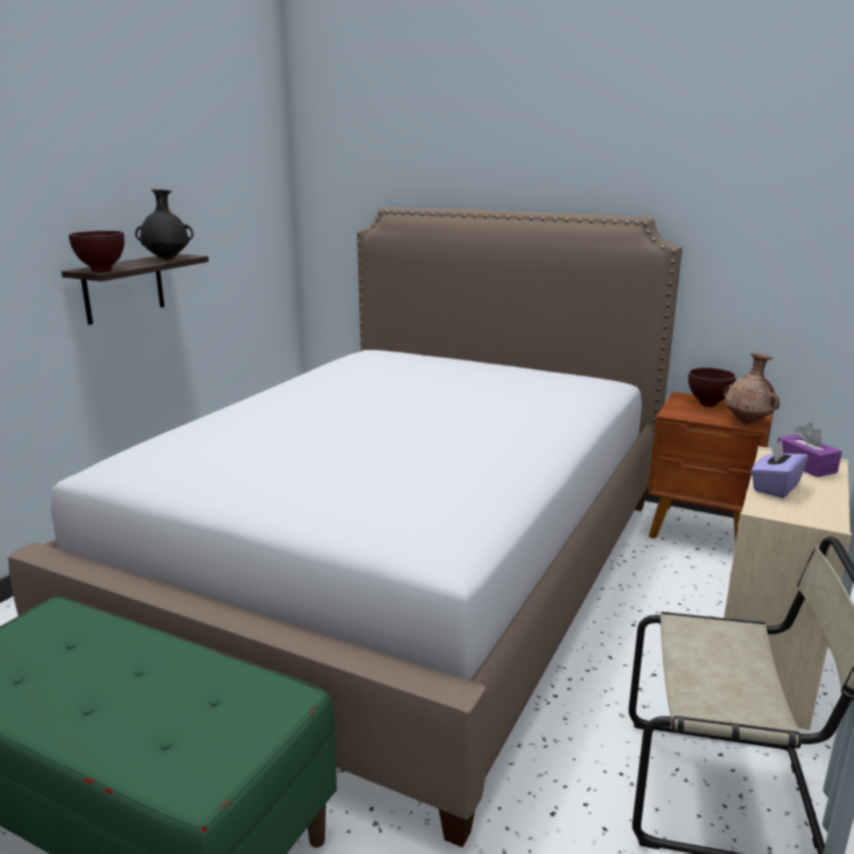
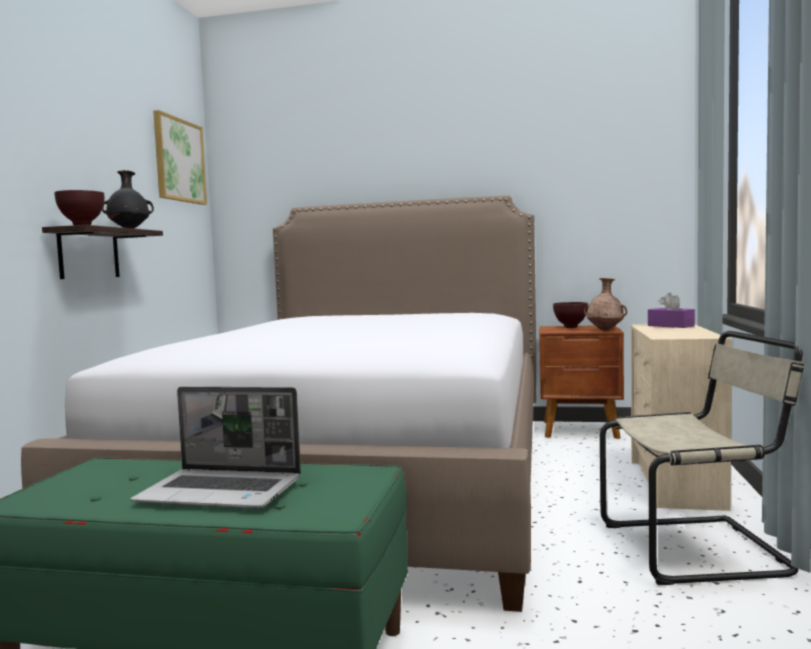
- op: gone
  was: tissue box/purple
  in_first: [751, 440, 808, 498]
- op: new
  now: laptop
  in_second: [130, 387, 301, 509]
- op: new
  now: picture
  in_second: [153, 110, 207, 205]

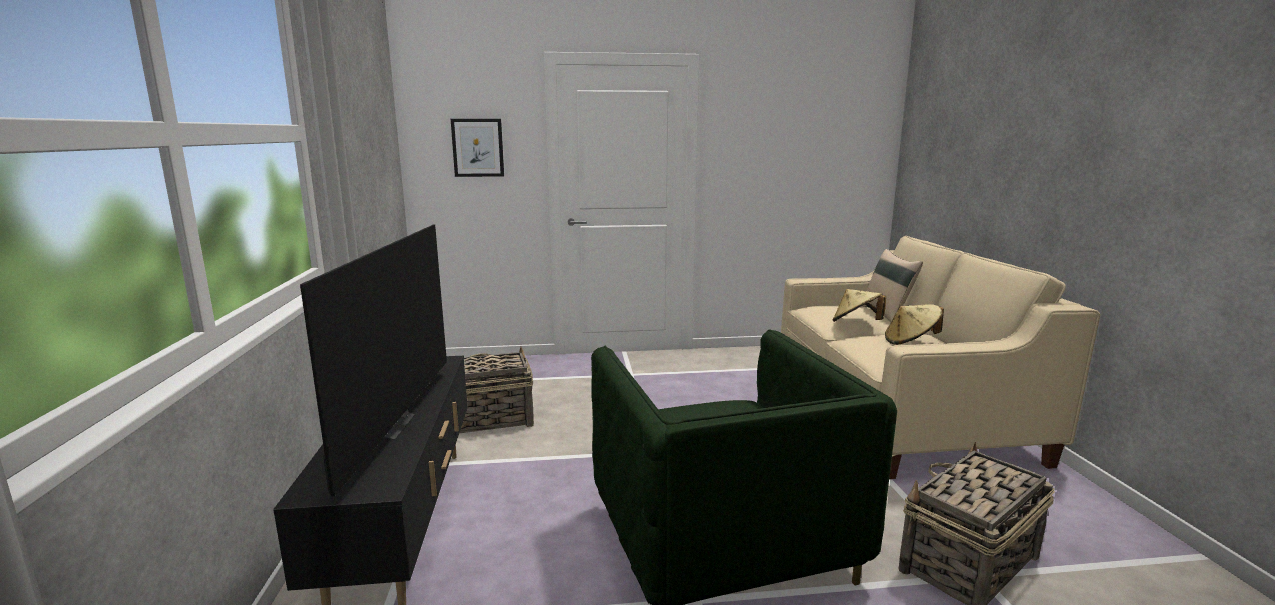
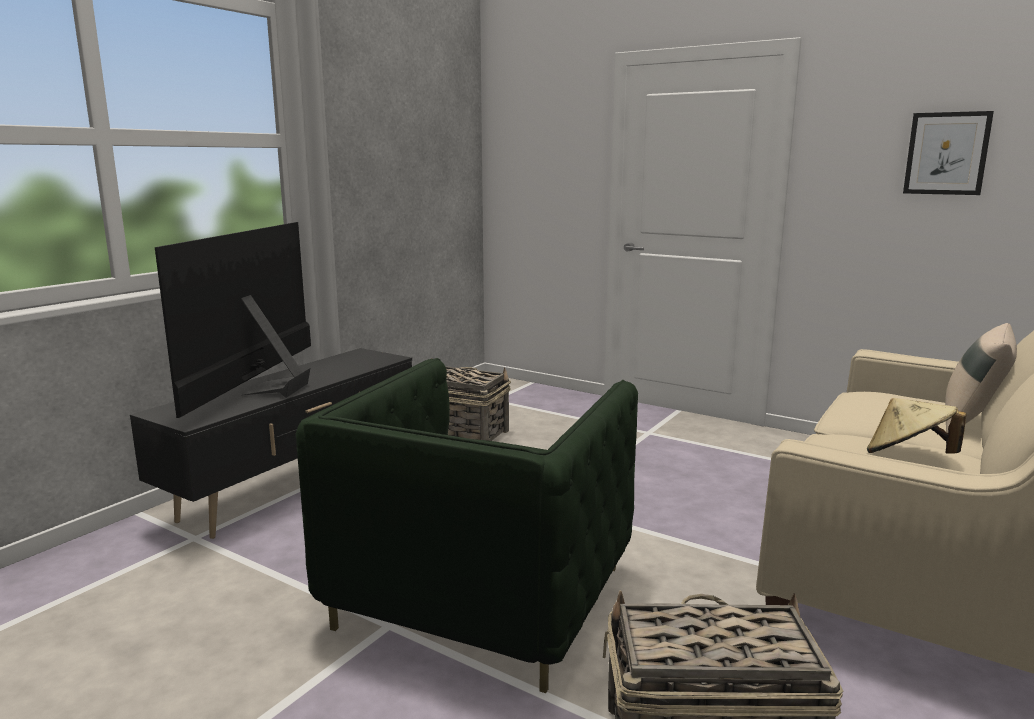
- op: rotated
  was: television
  in_first: [300, 225, 447, 497]
  in_second: [155, 222, 311, 418]
  clockwise: 150
- op: shifted
  was: picture
  in_first: [451, 119, 504, 177]
  in_second: [903, 111, 994, 195]
- op: gone
  was: hat/beige
  in_first: [833, 289, 886, 322]

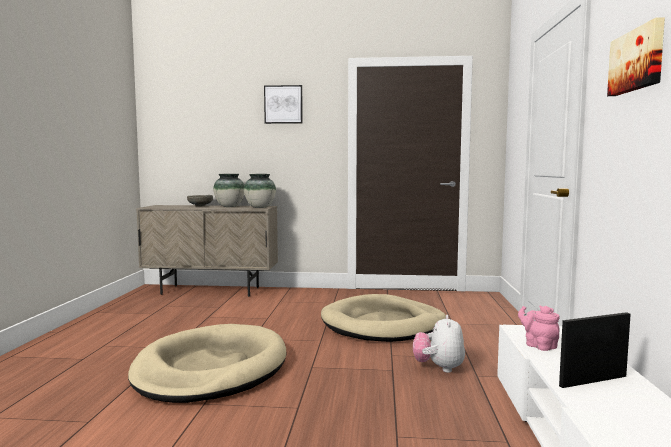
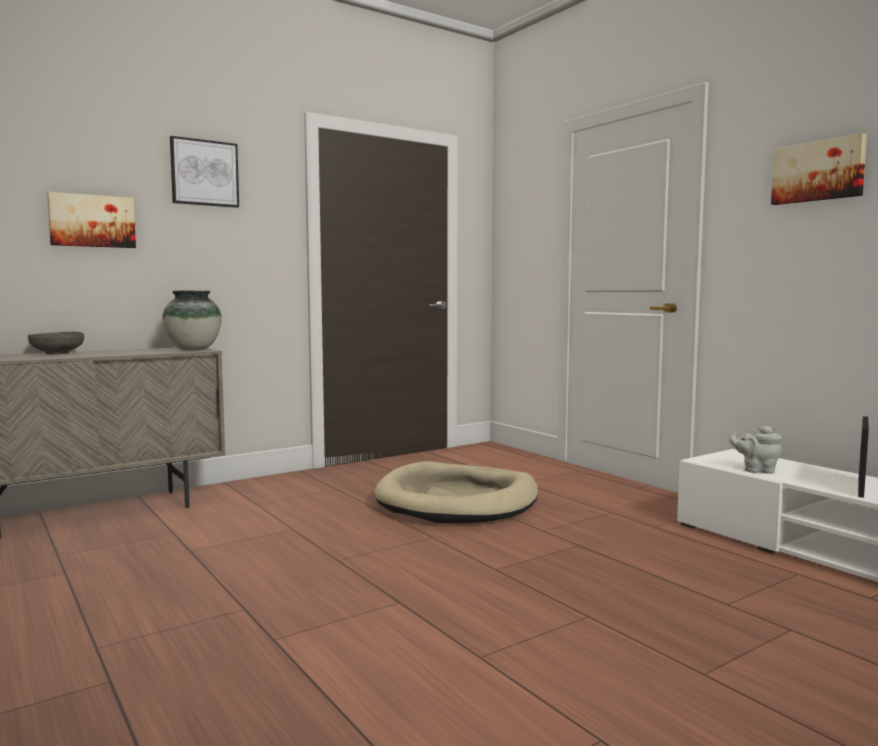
- op: gone
  was: dog bed/beige
  in_first: [128, 324, 286, 403]
- op: gone
  was: vase
  in_first: [213, 174, 244, 207]
- op: gone
  was: plush toy
  in_first: [413, 315, 465, 373]
- op: repainted
  was: teapot/pink
  now: teapot/grey
  in_first: [518, 305, 560, 351]
  in_second: [729, 426, 782, 474]
- op: new
  now: picture
  in_second: [47, 192, 136, 248]

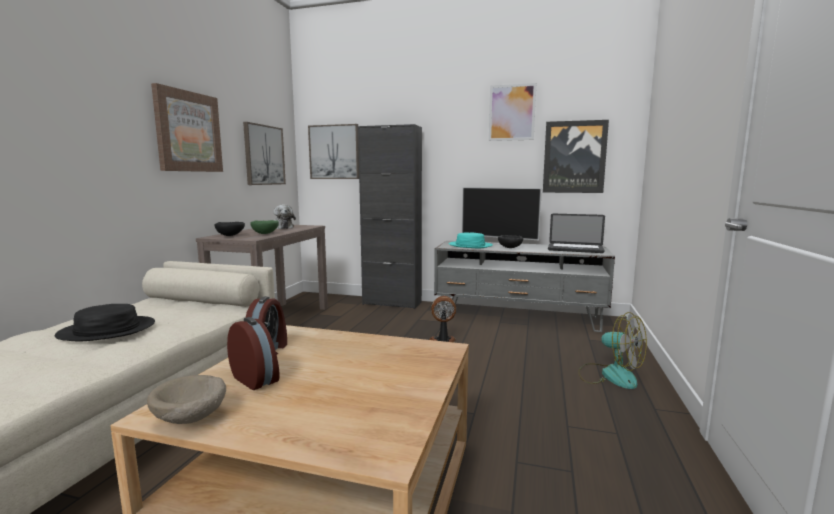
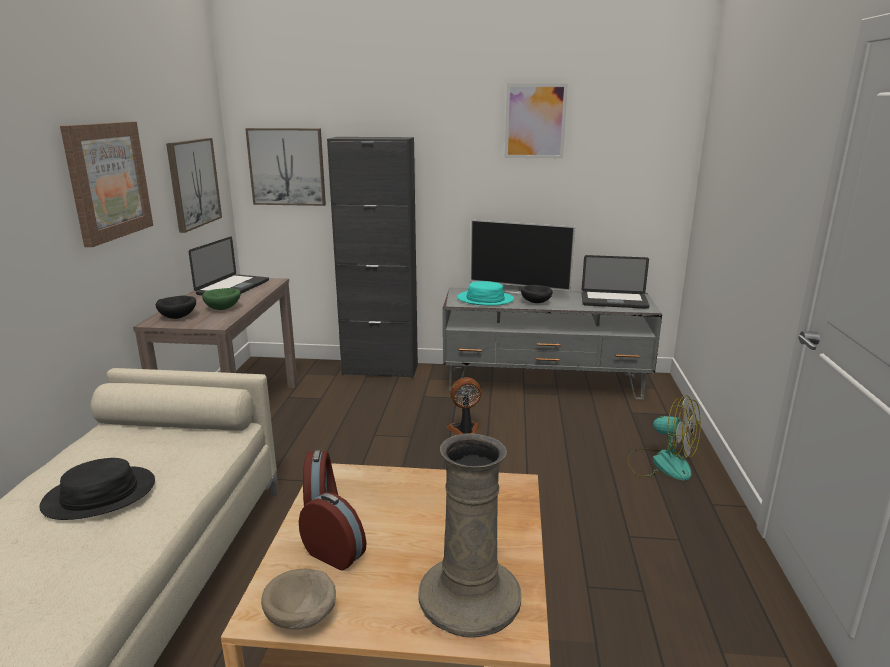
- op: swapped
  was: plush toy
  now: laptop
  in_first: [274, 204, 296, 229]
  in_second: [189, 237, 269, 295]
- op: gone
  was: picture
  in_first: [543, 120, 609, 193]
- op: new
  now: vase/beige
  in_second: [418, 434, 522, 638]

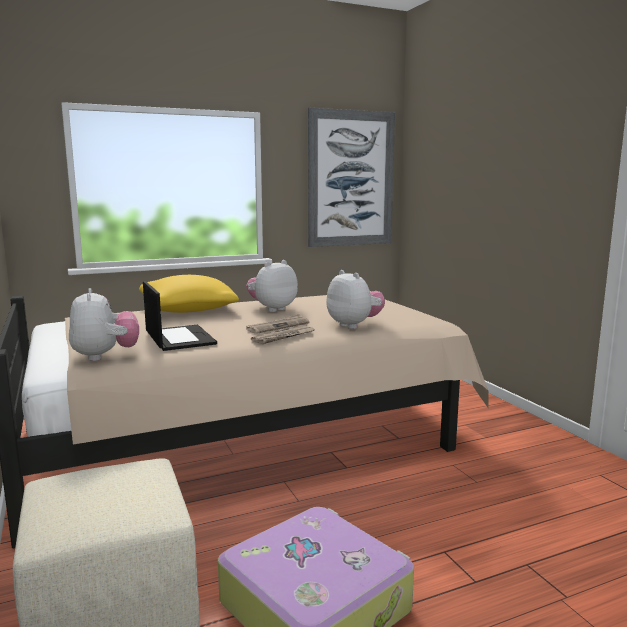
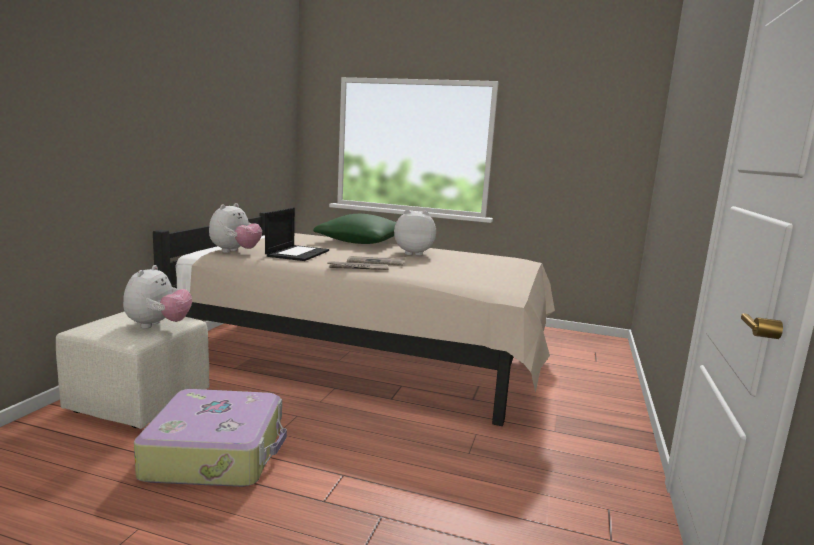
- op: repainted
  was: pillow/yellow
  now: pillow/green
  in_first: [139, 275, 239, 313]
  in_second: [313, 214, 396, 244]
- op: gone
  was: picture
  in_first: [308, 108, 395, 247]
- op: shifted
  was: plush toy
  in_first: [326, 270, 385, 329]
  in_second: [123, 265, 192, 329]

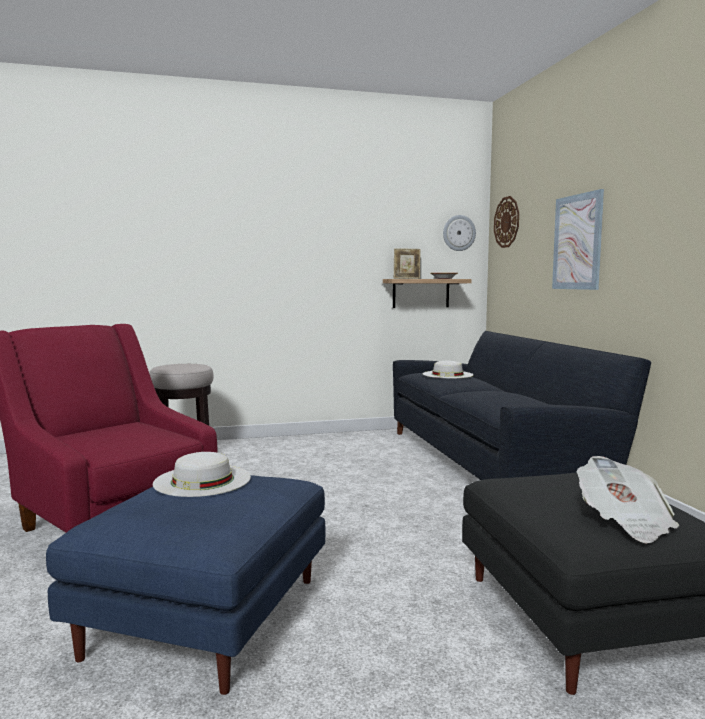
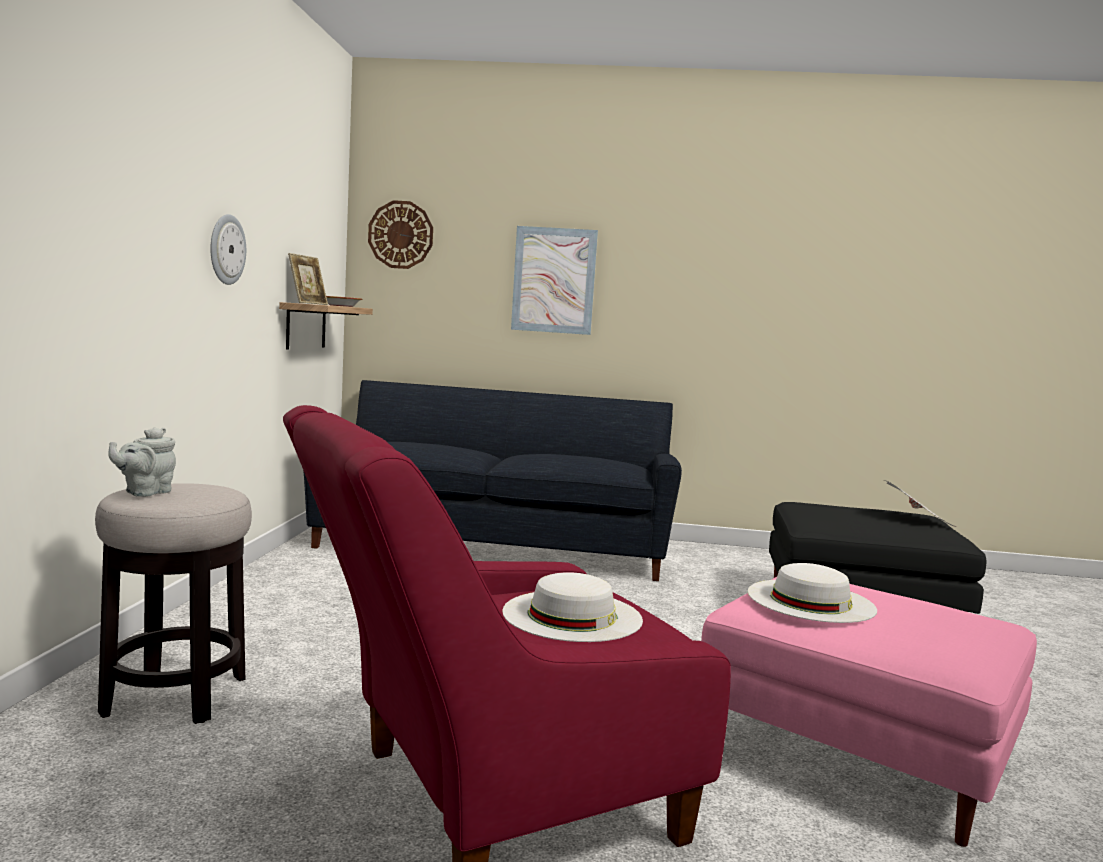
- op: repainted
  was: ottoman/blue
  now: ottoman/pink
  in_first: [46, 475, 325, 695]
  in_second: [701, 577, 1037, 847]
- op: shifted
  was: hat/white
  in_first: [423, 360, 473, 378]
  in_second: [502, 572, 643, 642]
- op: shifted
  was: wall clock
  in_first: [443, 215, 476, 251]
  in_second: [210, 214, 246, 285]
- op: new
  now: teapot/grey
  in_second: [108, 427, 176, 497]

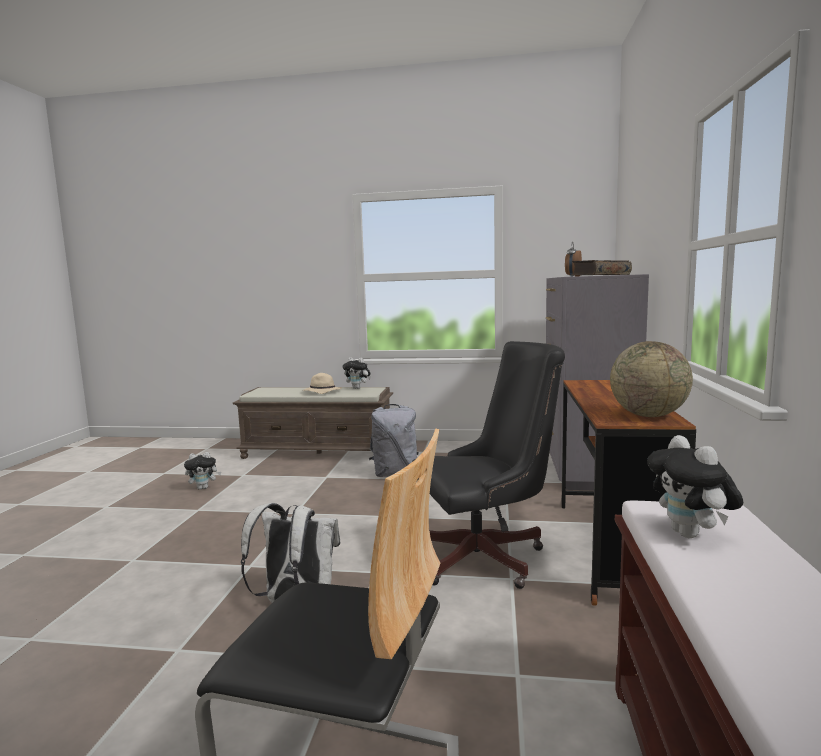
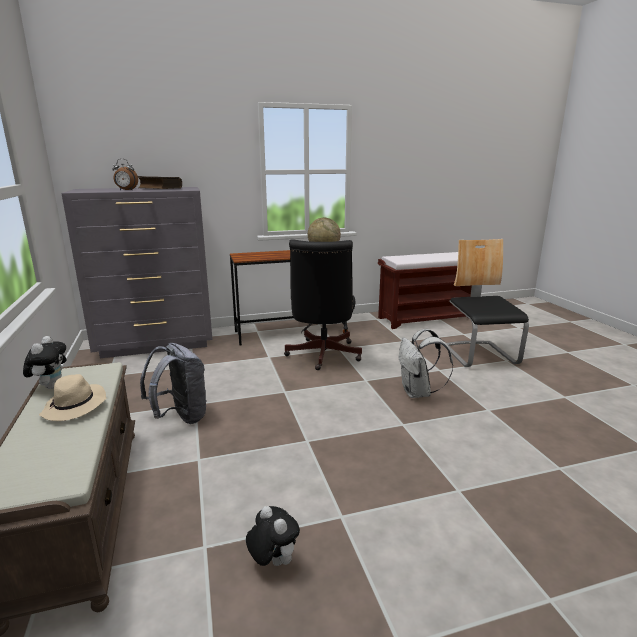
- op: rotated
  was: office chair/black
  in_first: [412, 341, 565, 589]
  in_second: [284, 239, 362, 370]
  clockwise: -135
- op: gone
  was: plush toy
  in_first: [647, 435, 743, 538]

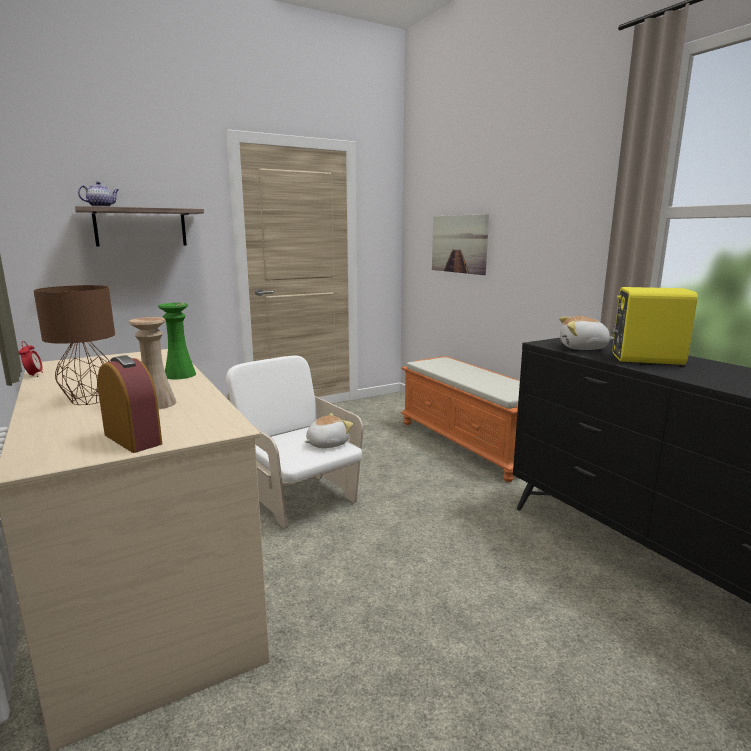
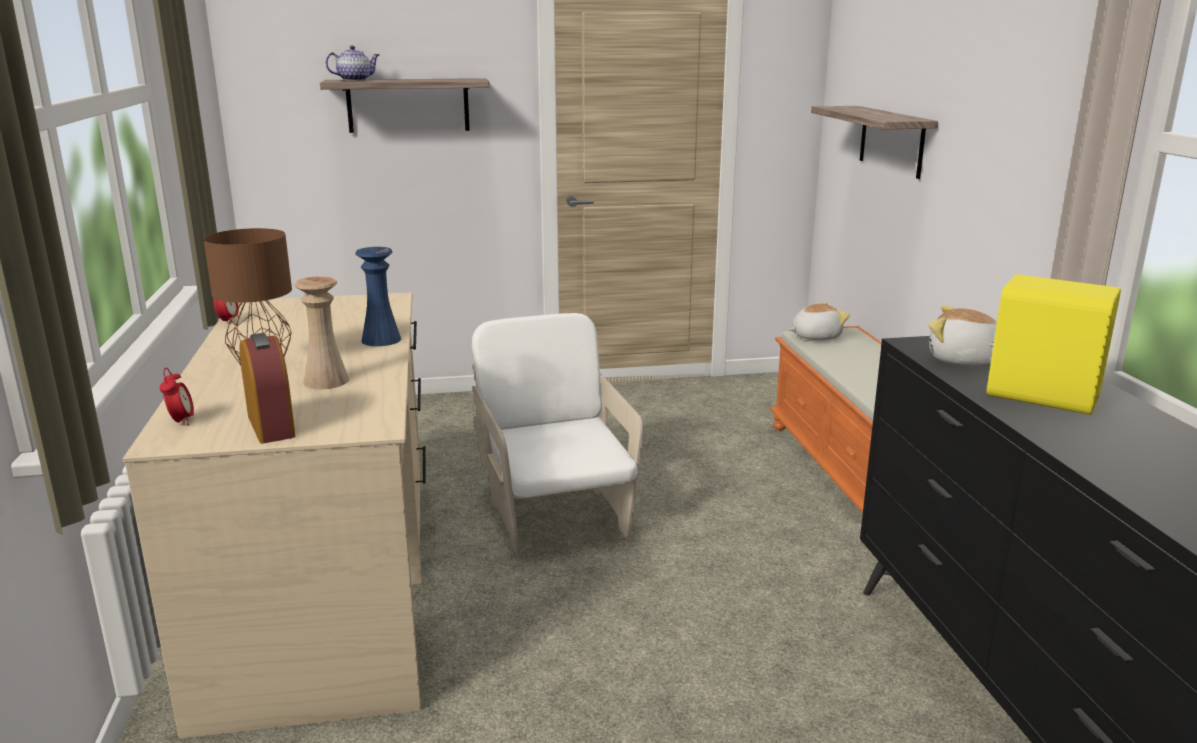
- op: repainted
  was: vase/green
  now: vase/blue
  in_first: [158, 303, 196, 379]
  in_second: [355, 247, 401, 346]
- op: shifted
  was: plush toy
  in_first: [305, 413, 353, 448]
  in_second: [789, 302, 850, 340]
- op: swapped
  was: picture
  now: shelf
  in_first: [432, 214, 489, 275]
  in_second: [811, 106, 938, 179]
- op: new
  now: alarm clock
  in_second: [160, 368, 194, 426]

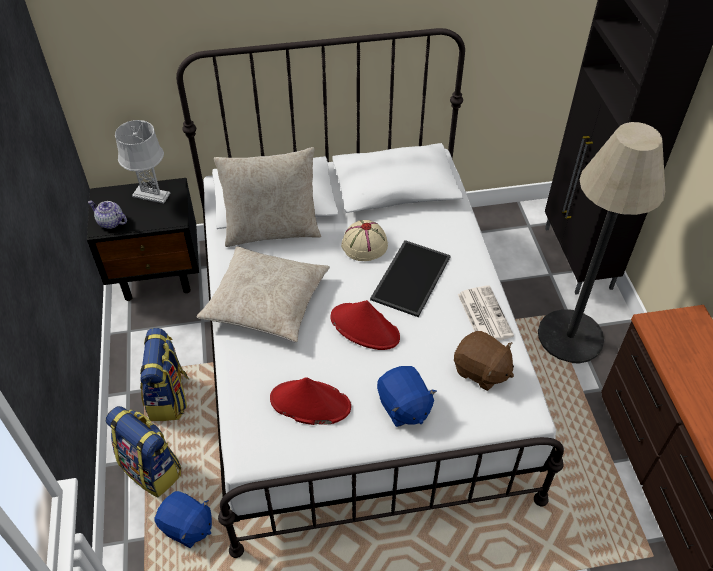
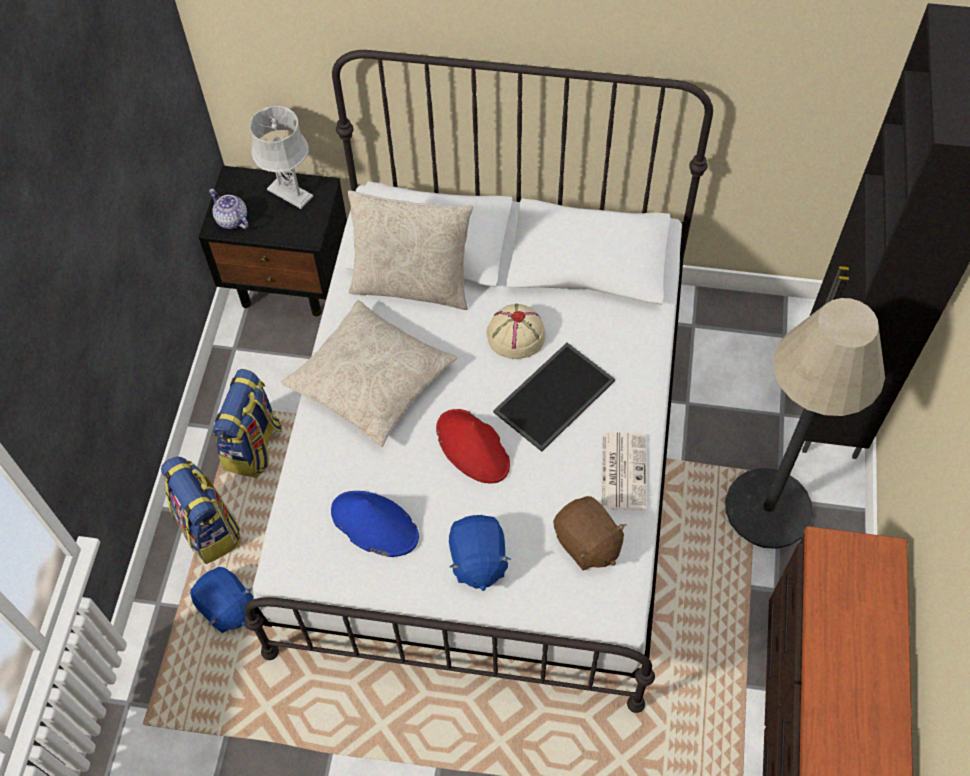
- op: repainted
  was: hat/red
  now: hat/blue
  in_first: [270, 377, 351, 425]
  in_second: [331, 491, 419, 557]

